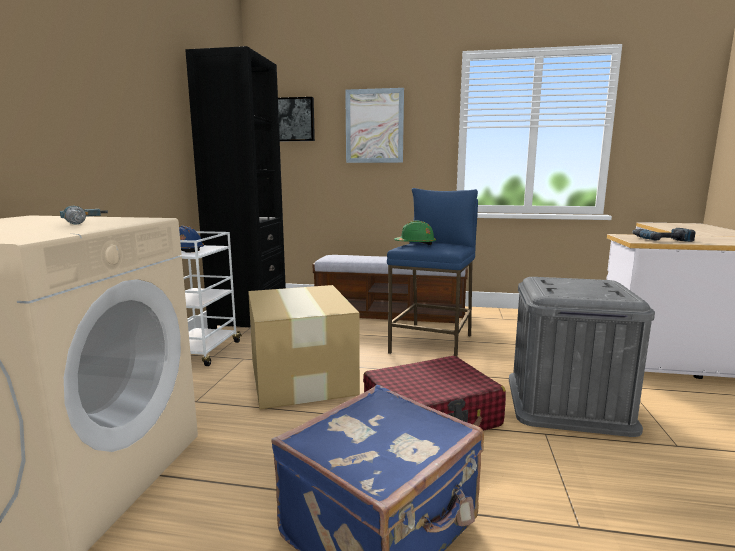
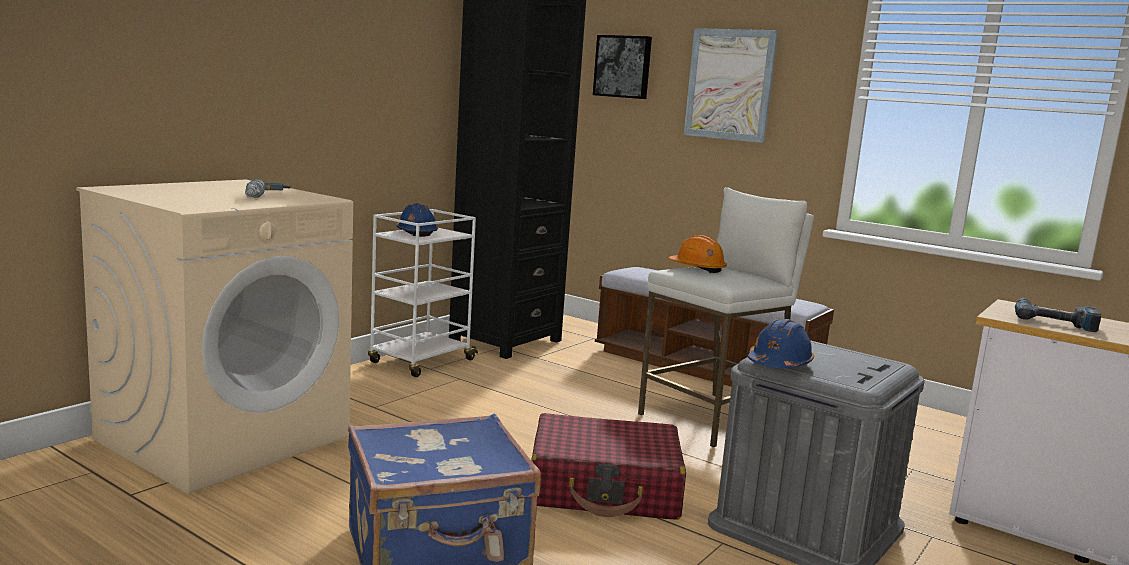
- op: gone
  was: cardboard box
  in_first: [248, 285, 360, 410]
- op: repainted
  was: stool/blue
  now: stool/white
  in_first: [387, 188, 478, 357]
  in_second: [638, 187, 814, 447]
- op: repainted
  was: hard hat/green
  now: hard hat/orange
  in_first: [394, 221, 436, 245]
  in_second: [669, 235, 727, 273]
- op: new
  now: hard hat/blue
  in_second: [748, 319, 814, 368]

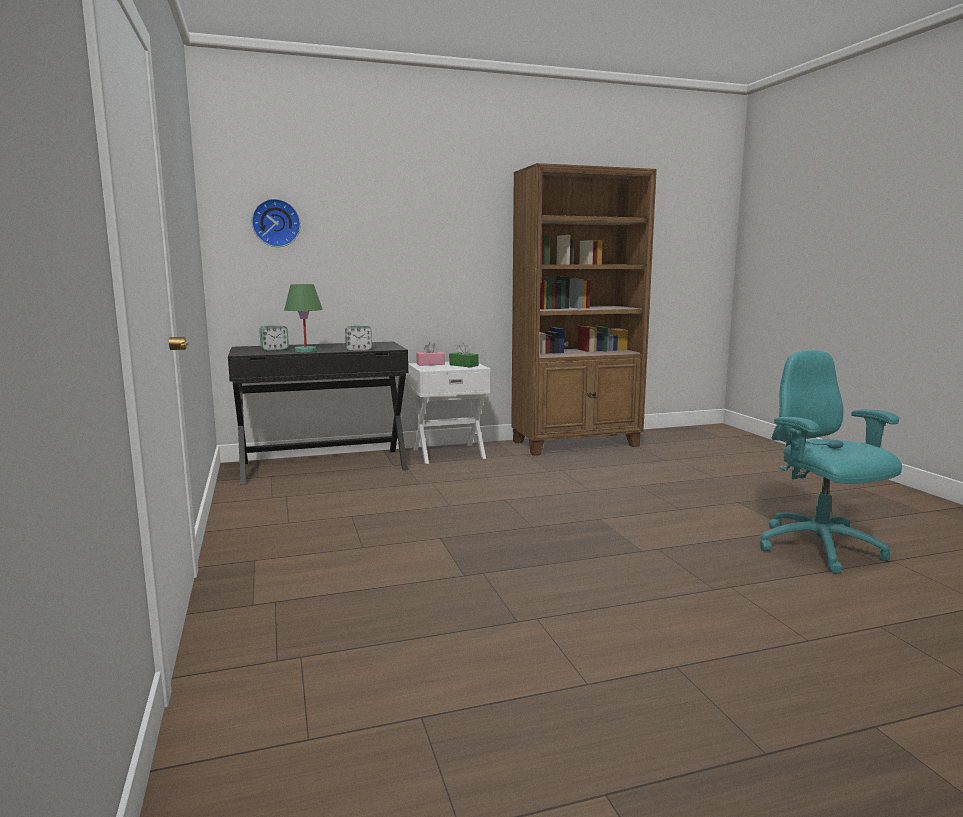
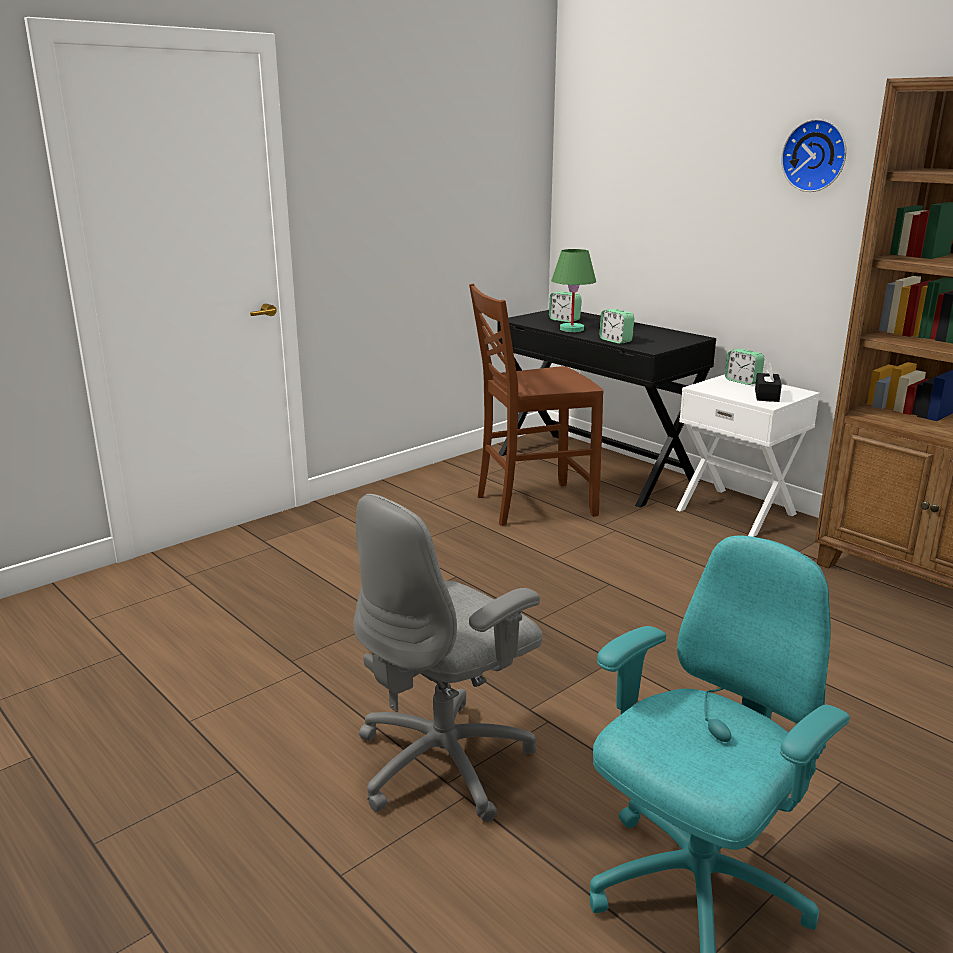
- op: shifted
  was: wall clock
  in_first: [252, 199, 301, 247]
  in_second: [781, 119, 846, 192]
- op: swapped
  was: tissue box/pink
  now: alarm clock
  in_first: [416, 342, 445, 366]
  in_second: [725, 349, 764, 385]
- op: repainted
  was: tissue box/green
  now: tissue box/black
  in_first: [449, 343, 479, 367]
  in_second: [755, 362, 782, 402]
- op: new
  now: office chair/grey
  in_second: [353, 494, 542, 822]
- op: new
  now: chair/brown
  in_second: [469, 283, 604, 526]

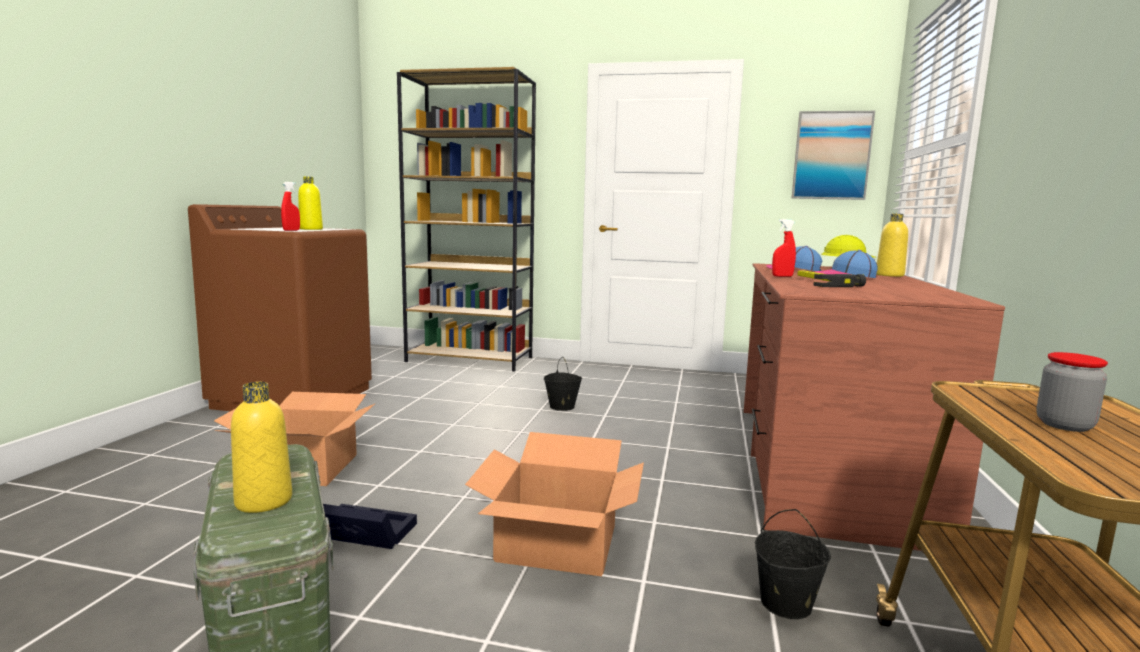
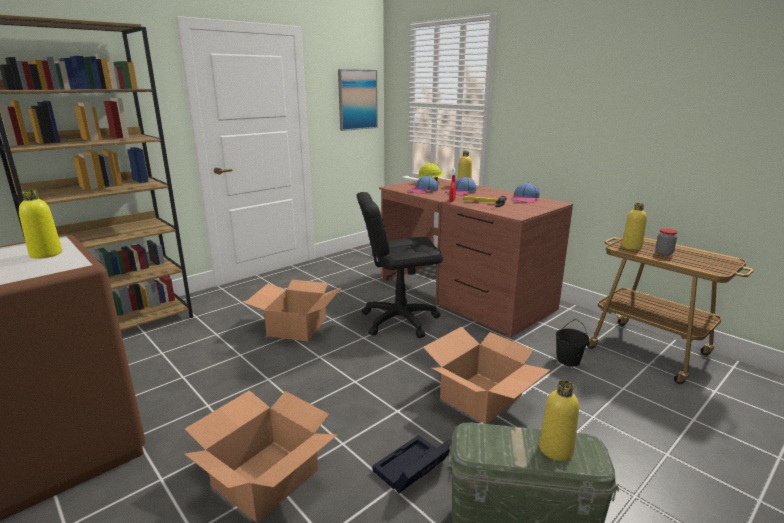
- op: gone
  was: spray bottle/red
  in_first: [281, 182, 300, 231]
- op: swapped
  was: bucket/black
  now: cardboard box
  in_first: [544, 357, 582, 411]
  in_second: [244, 280, 342, 341]
- op: new
  now: office chair/black
  in_second: [357, 192, 443, 338]
- op: new
  now: cap
  in_second: [511, 182, 540, 203]
- op: new
  now: bottle/yellow
  in_second: [621, 203, 647, 250]

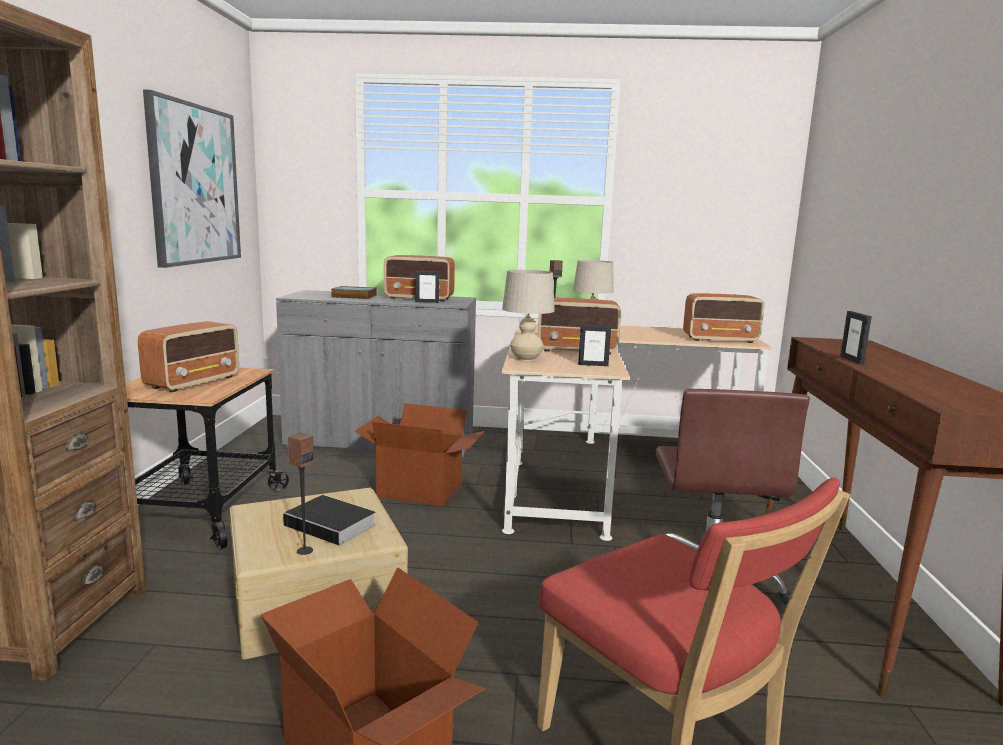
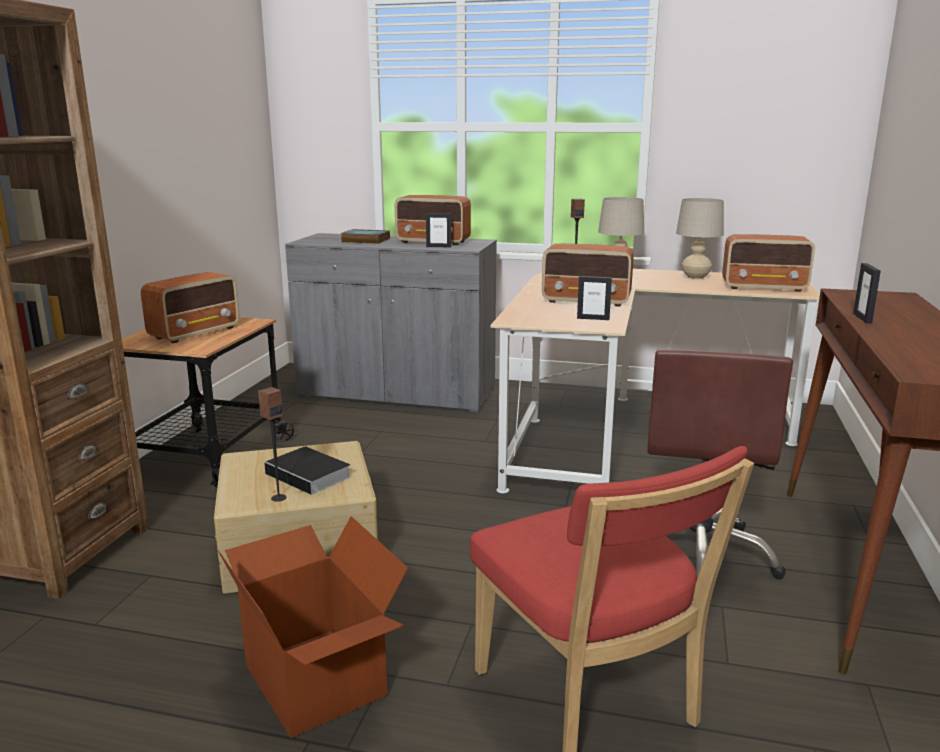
- op: gone
  was: picture
  in_first: [143, 90, 241, 268]
- op: gone
  was: cardboard box
  in_first: [355, 403, 485, 506]
- op: shifted
  was: table lamp/beige
  in_first: [502, 270, 555, 361]
  in_second: [676, 198, 724, 279]

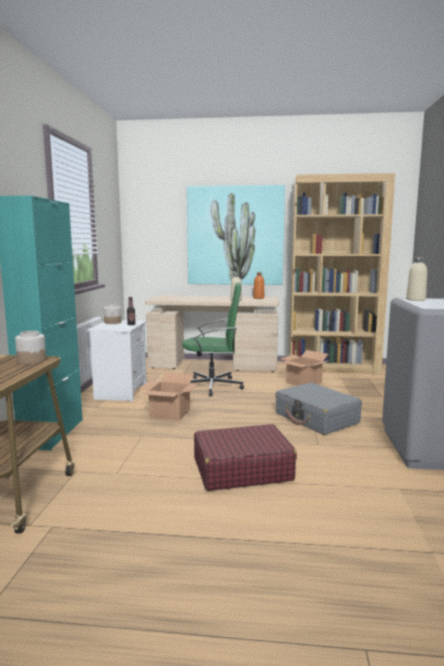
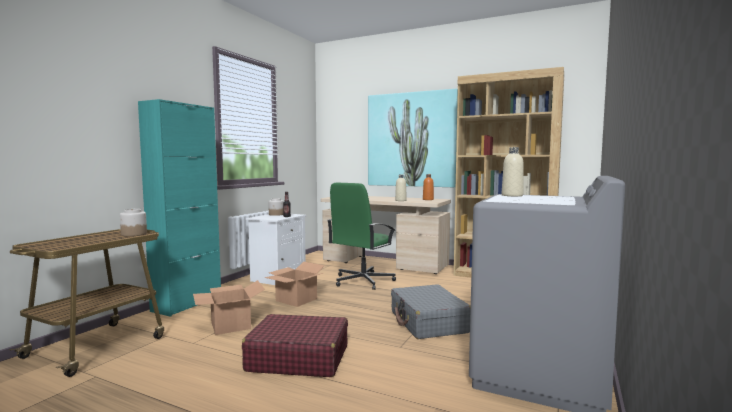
- op: rotated
  was: office chair/green
  in_first: [182, 283, 244, 397]
  in_second: [327, 183, 396, 290]
  clockwise: 105
- op: shifted
  was: cardboard box
  in_first: [280, 350, 328, 386]
  in_second: [193, 280, 265, 335]

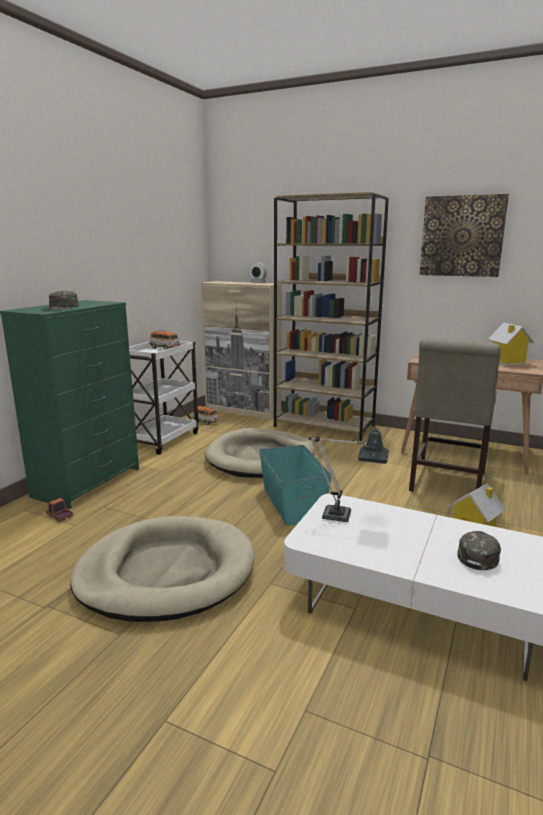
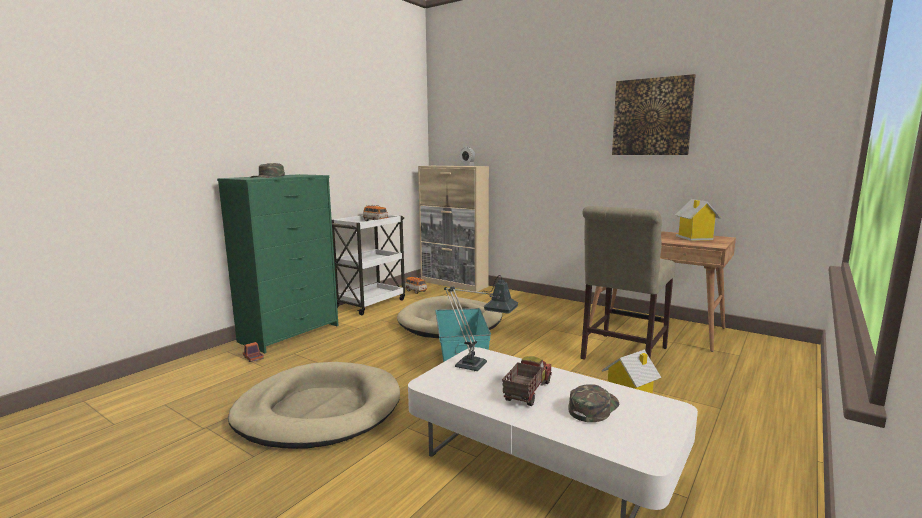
- op: gone
  was: bookcase/brown
  in_first: [274, 192, 389, 441]
- op: new
  now: toy truck
  in_second: [502, 356, 552, 406]

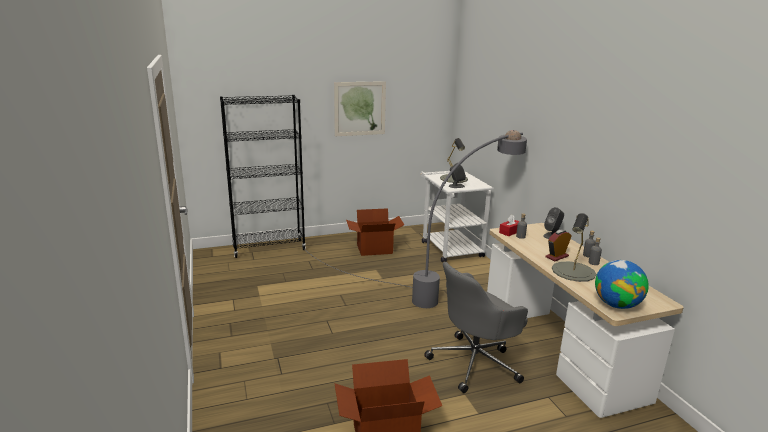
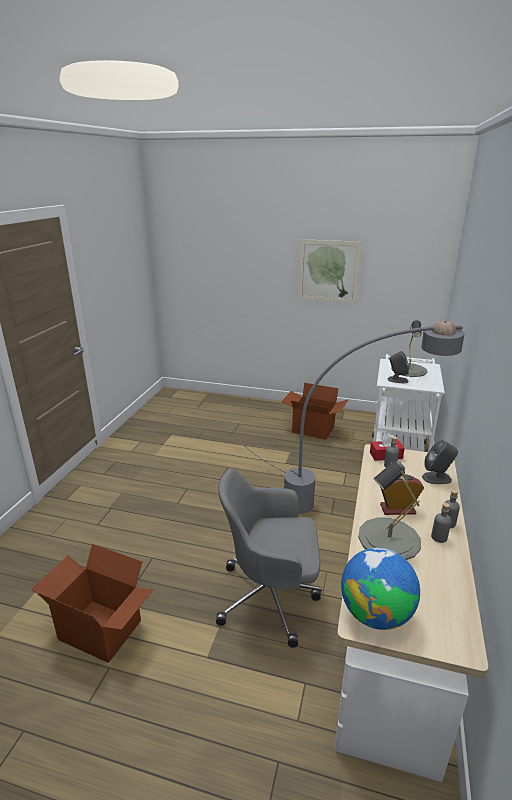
- op: gone
  was: bookcase/black
  in_first: [220, 95, 306, 258]

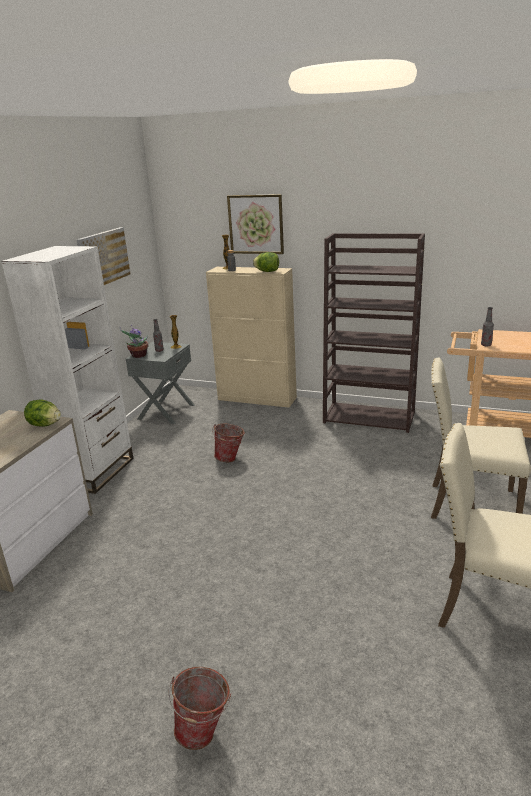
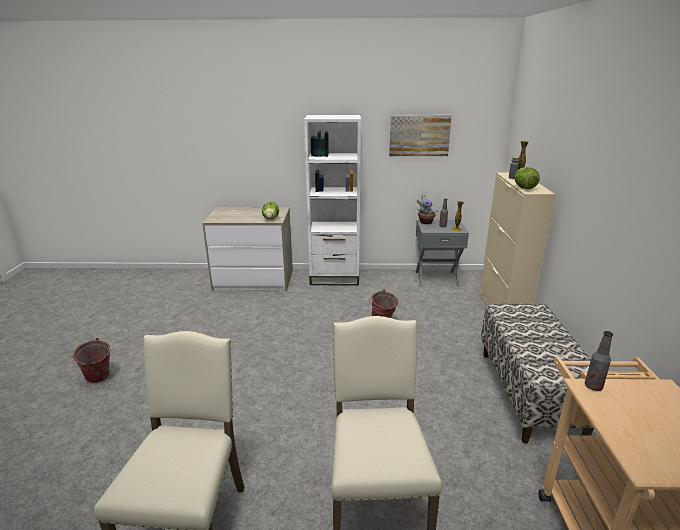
- op: gone
  was: picture
  in_first: [227, 194, 284, 254]
- op: swapped
  was: bookcase/brown
  now: bench
  in_first: [323, 233, 425, 433]
  in_second: [481, 304, 594, 444]

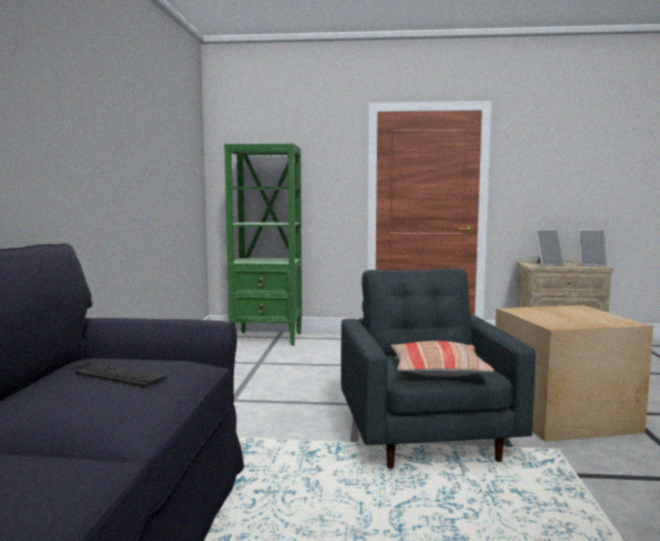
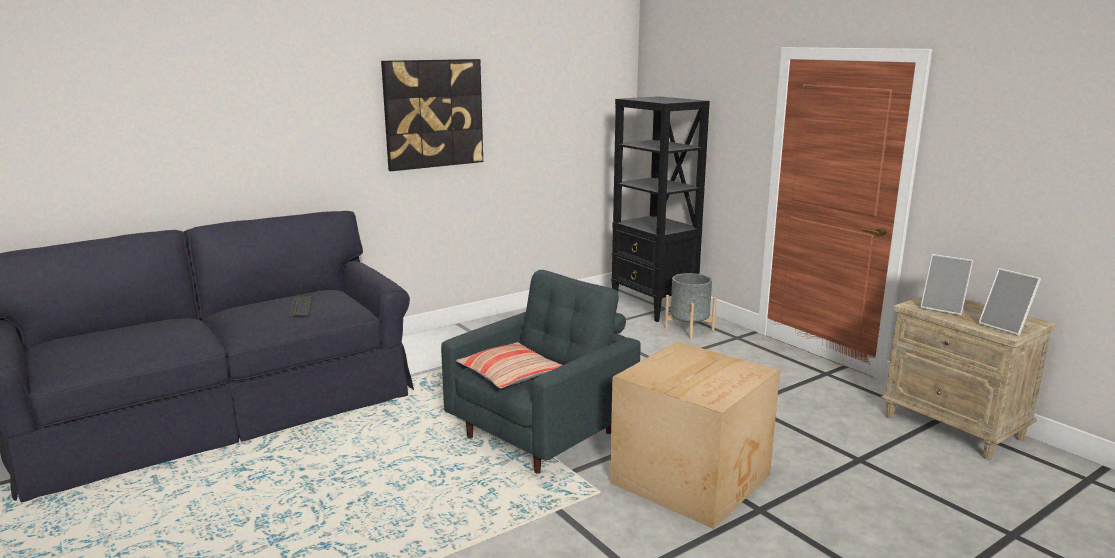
- op: repainted
  was: bookcase/green
  now: bookcase/black
  in_first: [224, 143, 302, 346]
  in_second: [611, 96, 710, 322]
- op: new
  now: picture
  in_second: [381, 59, 483, 171]
- op: new
  now: planter/grey
  in_second: [664, 273, 717, 339]

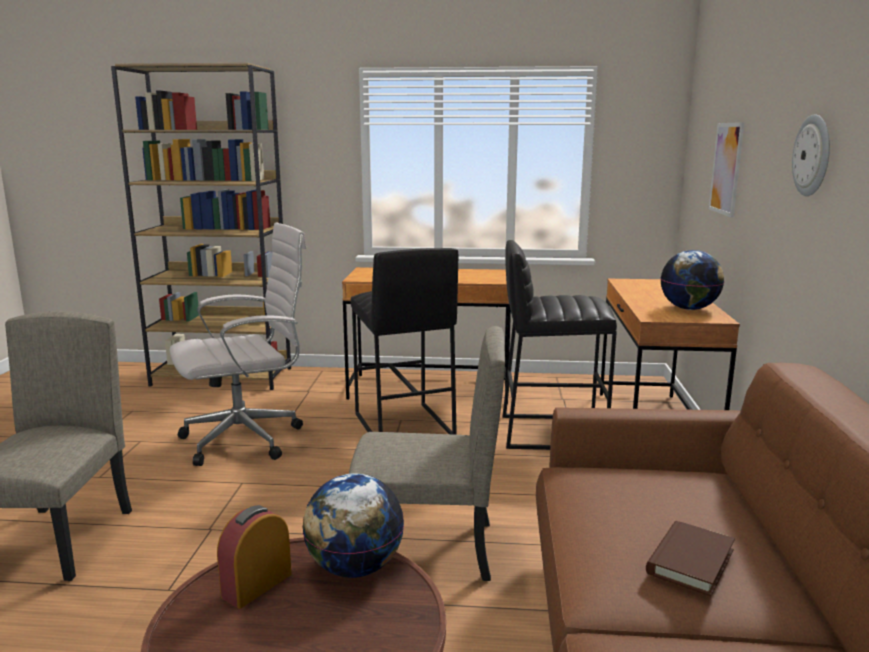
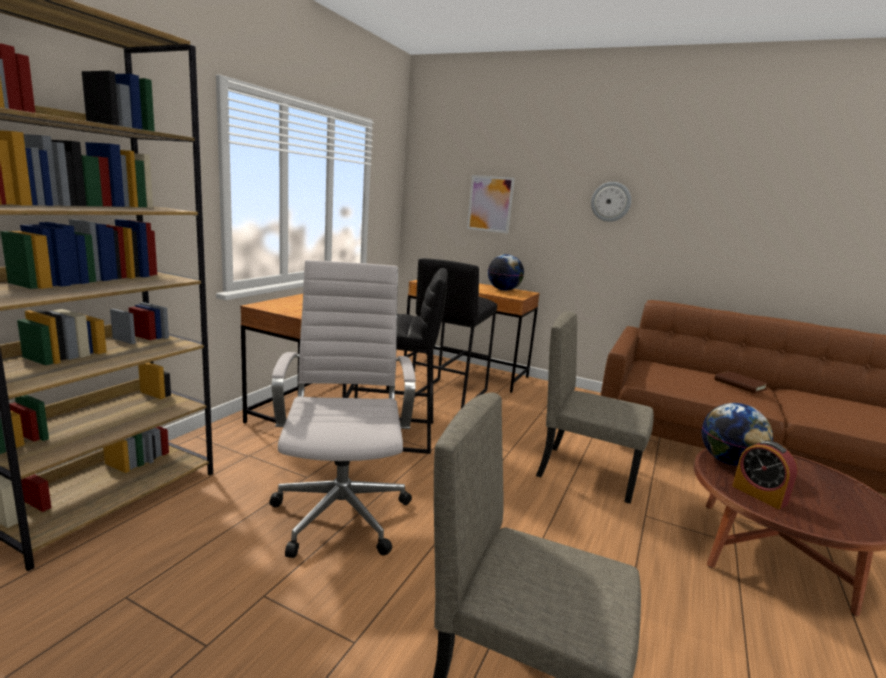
- op: rotated
  was: chair/beige
  in_first: [349, 326, 505, 581]
  in_second: [536, 311, 654, 504]
  clockwise: -90

